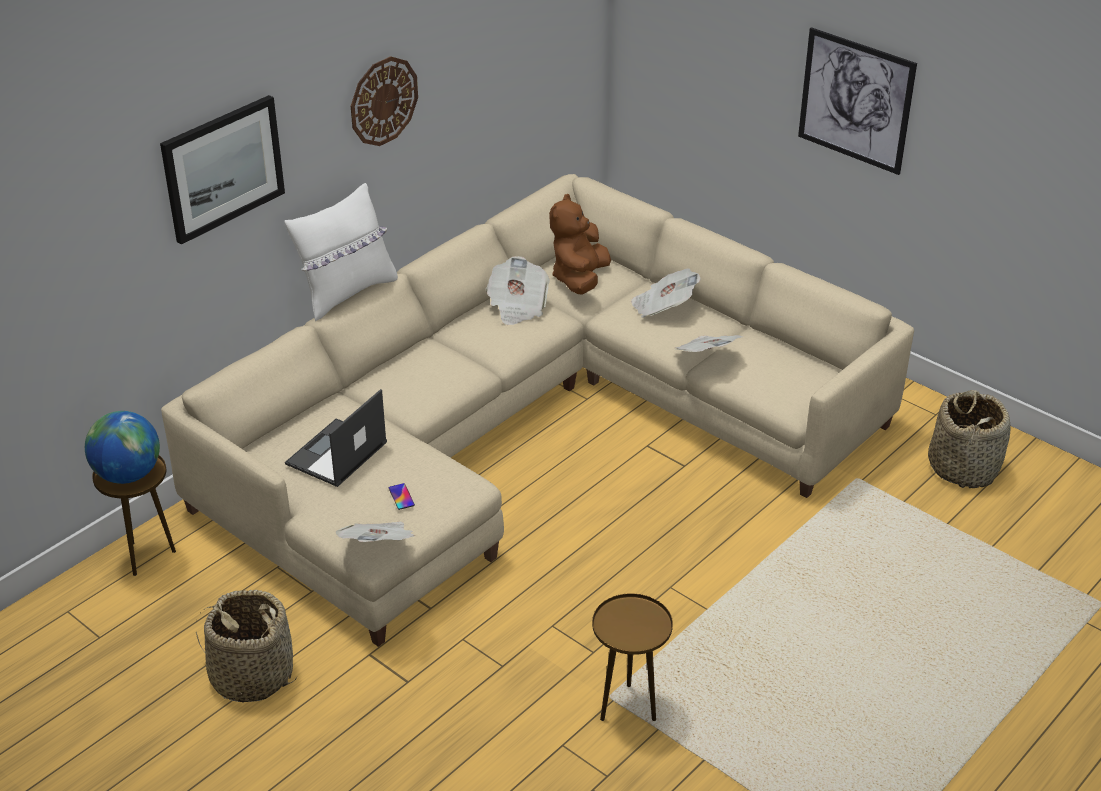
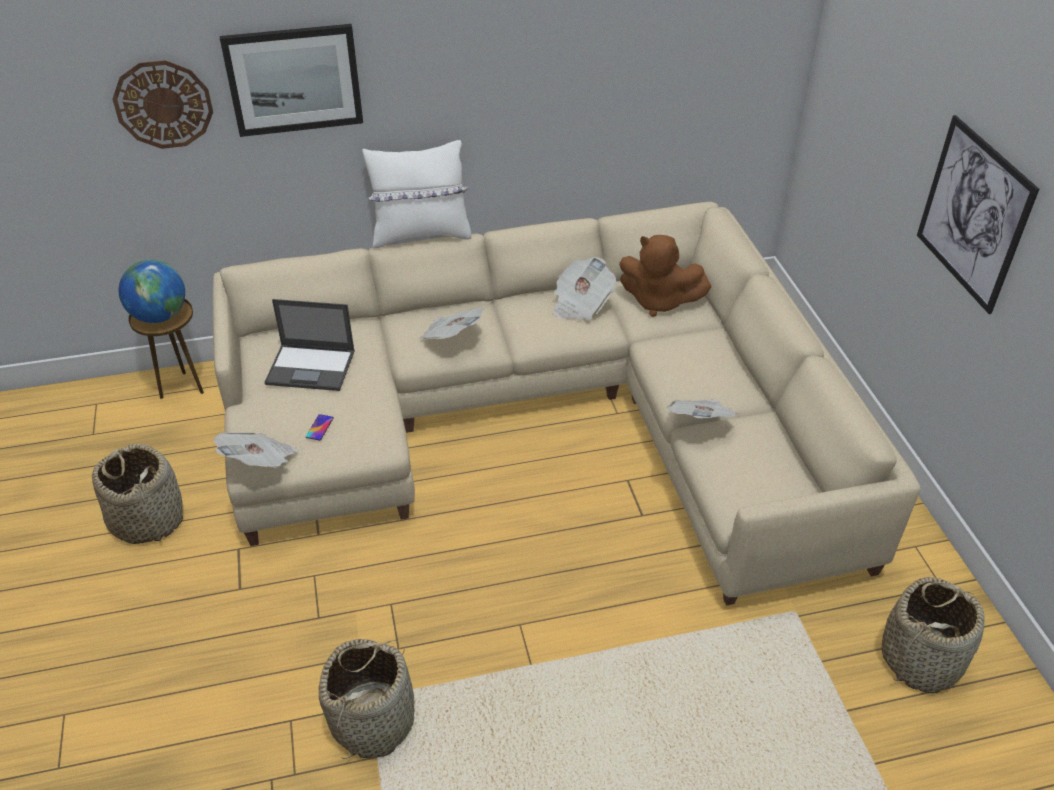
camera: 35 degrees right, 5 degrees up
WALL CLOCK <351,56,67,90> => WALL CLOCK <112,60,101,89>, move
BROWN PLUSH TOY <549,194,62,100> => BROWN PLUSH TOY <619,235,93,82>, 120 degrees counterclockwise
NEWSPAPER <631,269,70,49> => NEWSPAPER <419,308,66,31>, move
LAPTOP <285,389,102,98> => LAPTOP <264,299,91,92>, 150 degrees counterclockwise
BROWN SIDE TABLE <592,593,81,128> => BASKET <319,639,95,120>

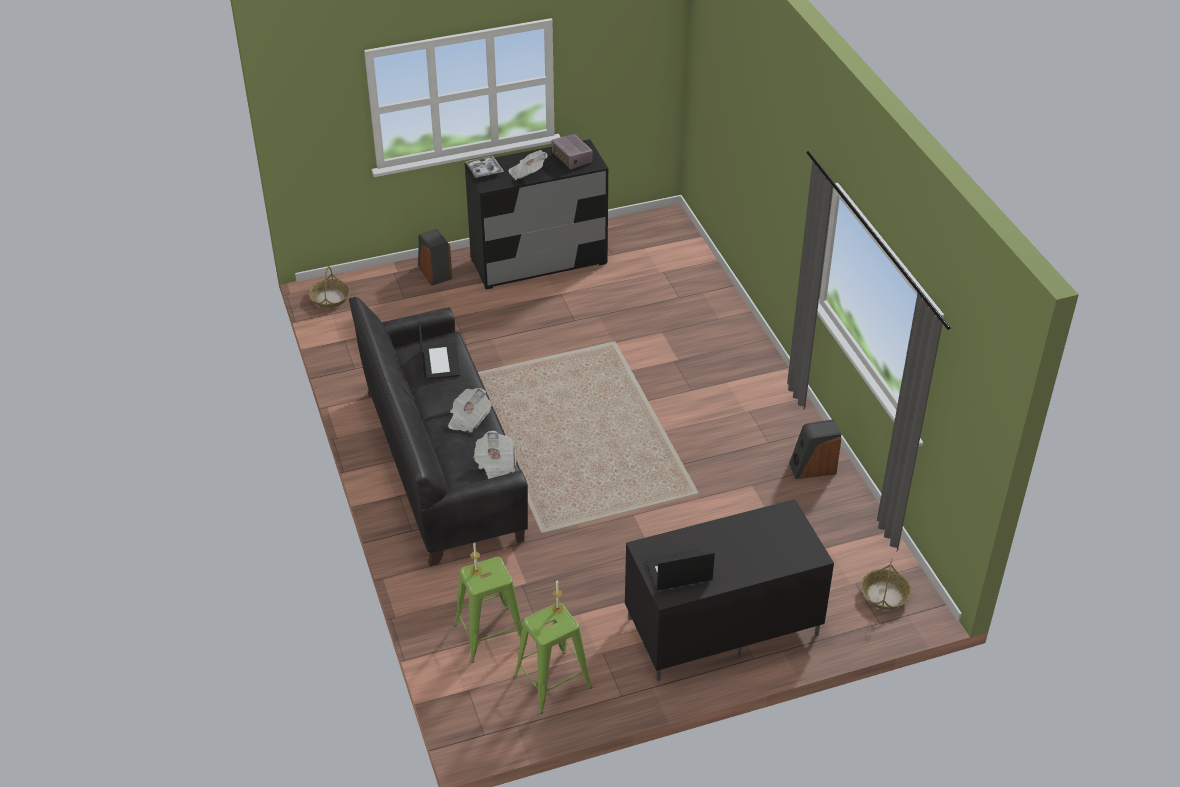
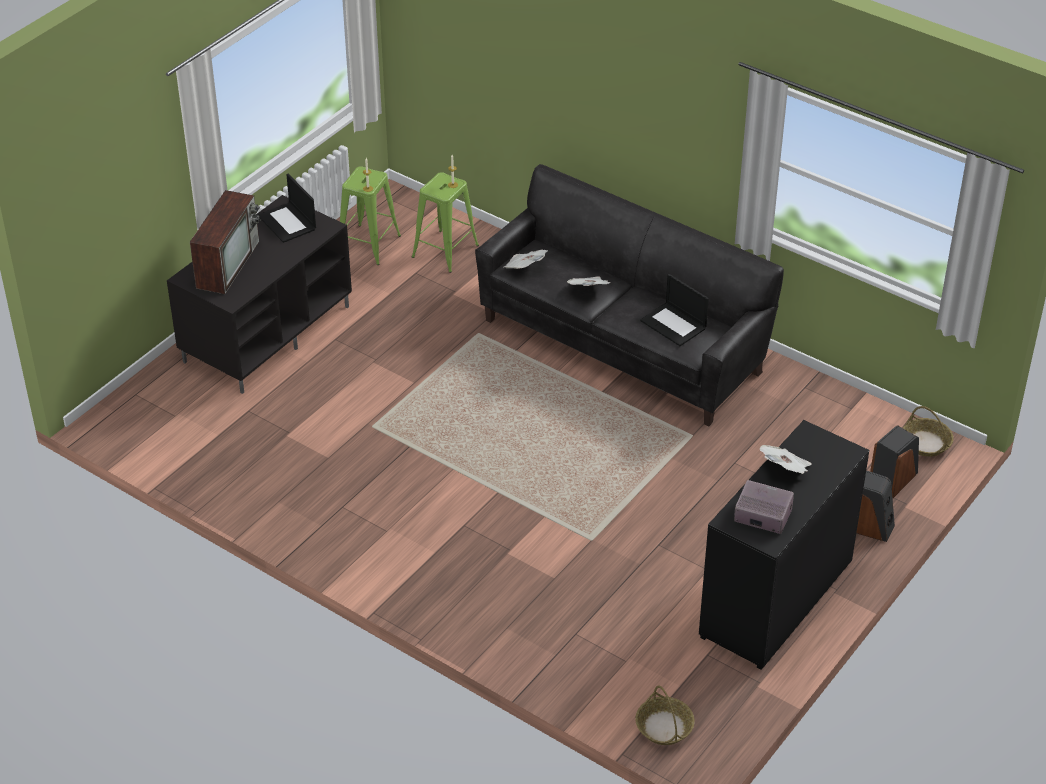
camera: 145 degrees right, 0 degrees up
TRAY <465,156,39,22> => nothing
SPEAKER <789,419,52,60> => SPEAKER <870,425,49,73>, move
LAPTOP <646,549,69,41> => LAPTOP <258,174,58,69>, 105 degrees clockwise
BASKET <861,559,51,51> => BASKET <635,685,60,60>, move
nothing => TELEVISION <190,190,71,104>

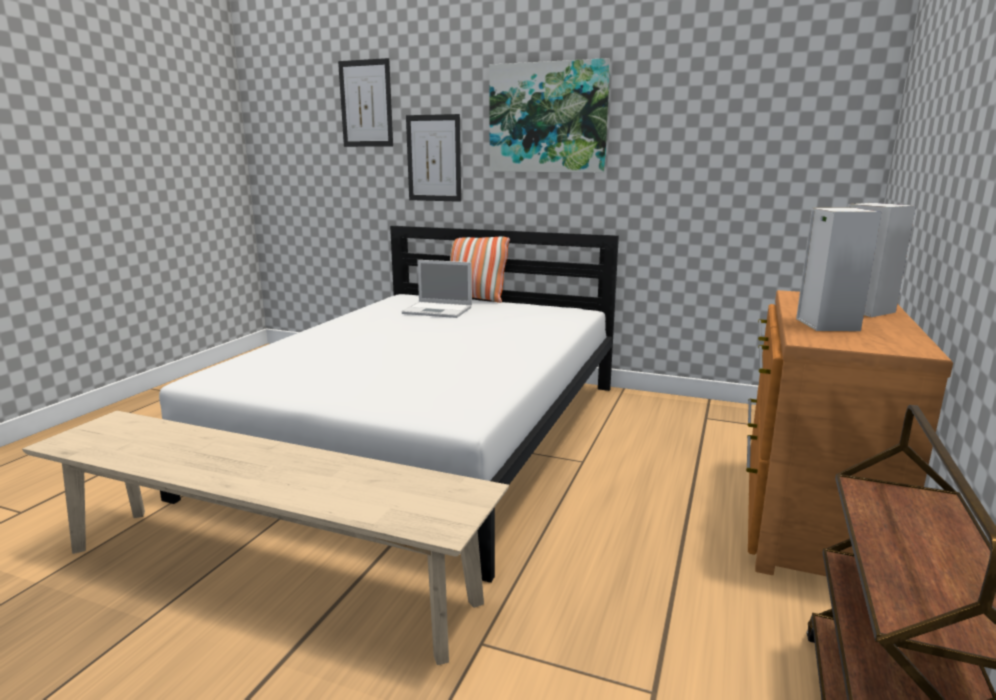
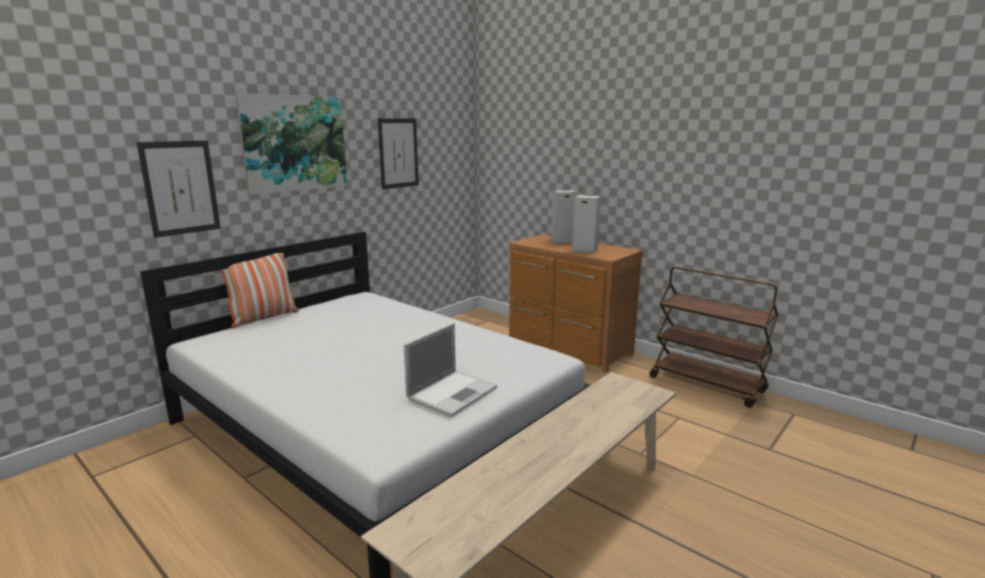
camera: 70 degrees left, 0 degrees up
PICTURE <338,58,55,89> => PICTURE <378,118,41,71>, move
LAPTOP <402,260,70,58> => LAPTOP <404,323,93,94>, move

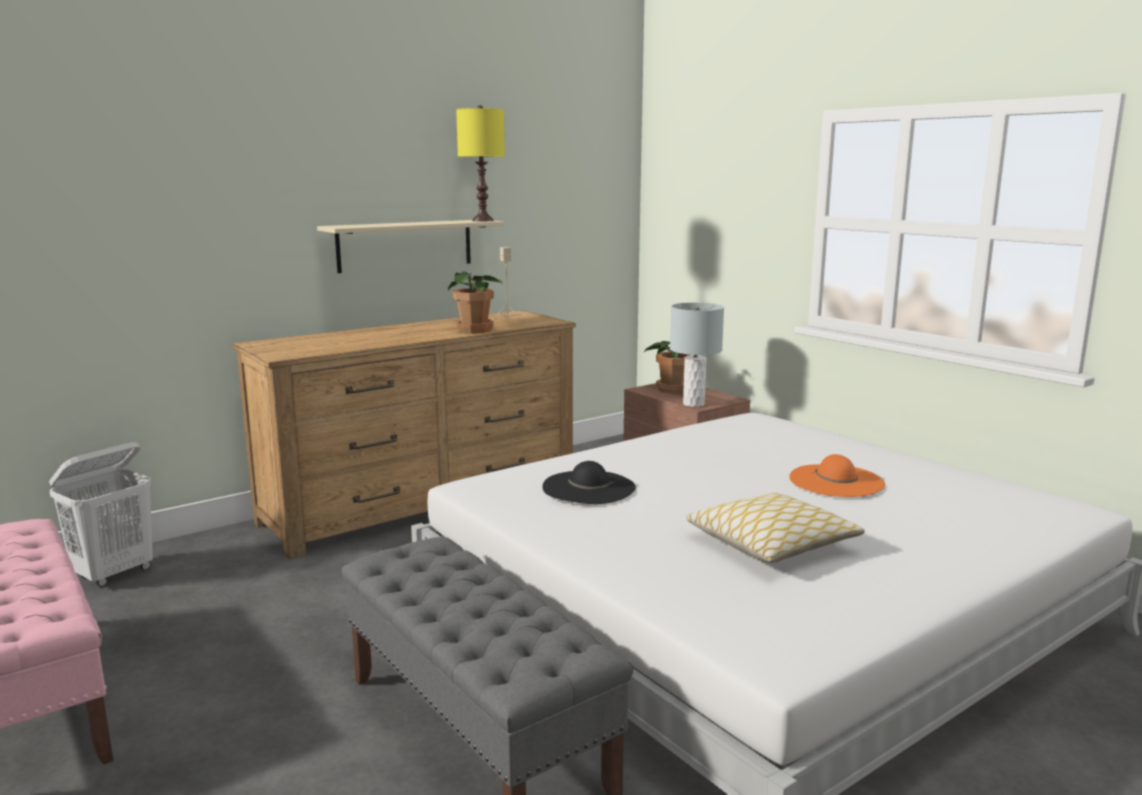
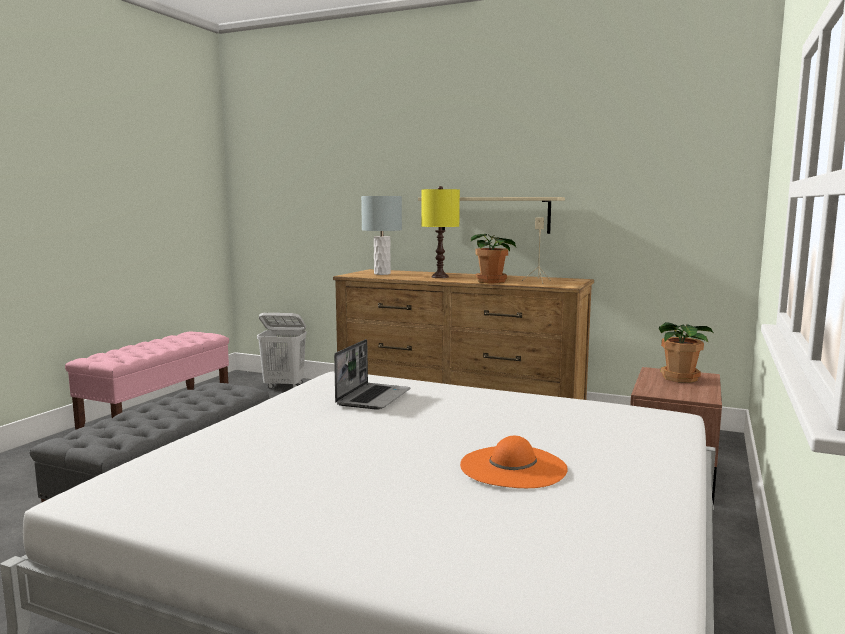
camera: 60 degrees right, 5 degrees down
YELLOW TABLE LAMP <456,105,49,116> => YELLOW TABLE LAMP <421,186,39,92>, move
GREY TABLE LAMP <670,302,54,105> => GREY TABLE LAMP <361,196,41,79>, move
BLACK HAT <542,461,94,43> => LAPTOP <334,339,76,71>
PILLOW <687,492,178,71> => nothing

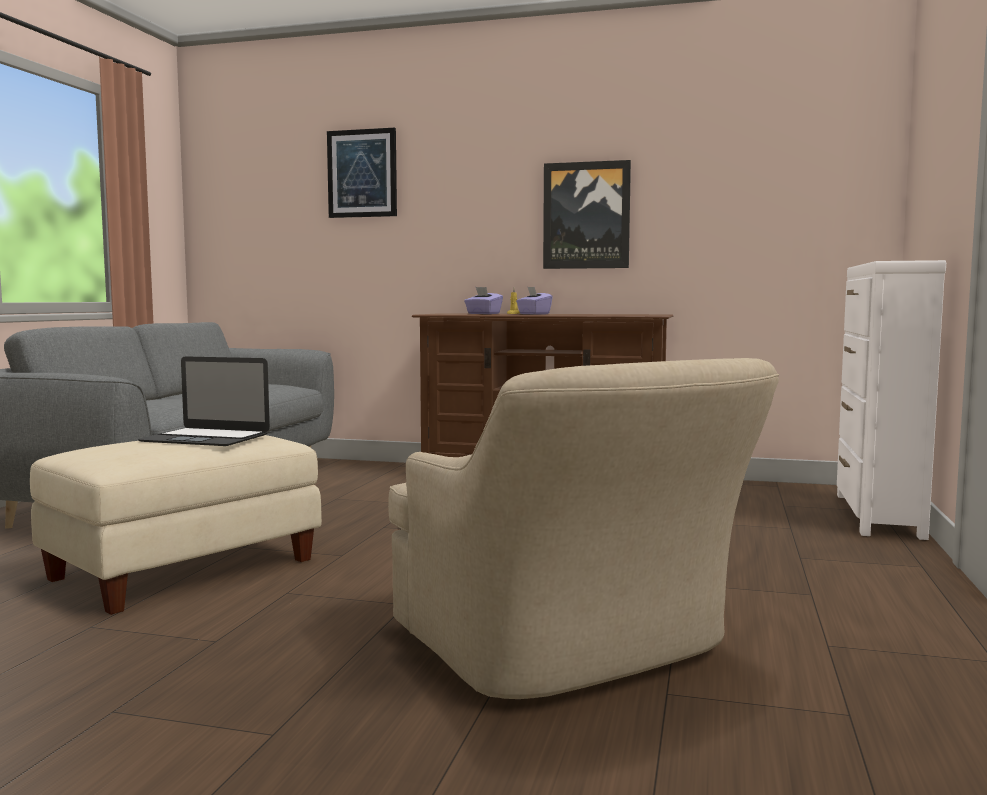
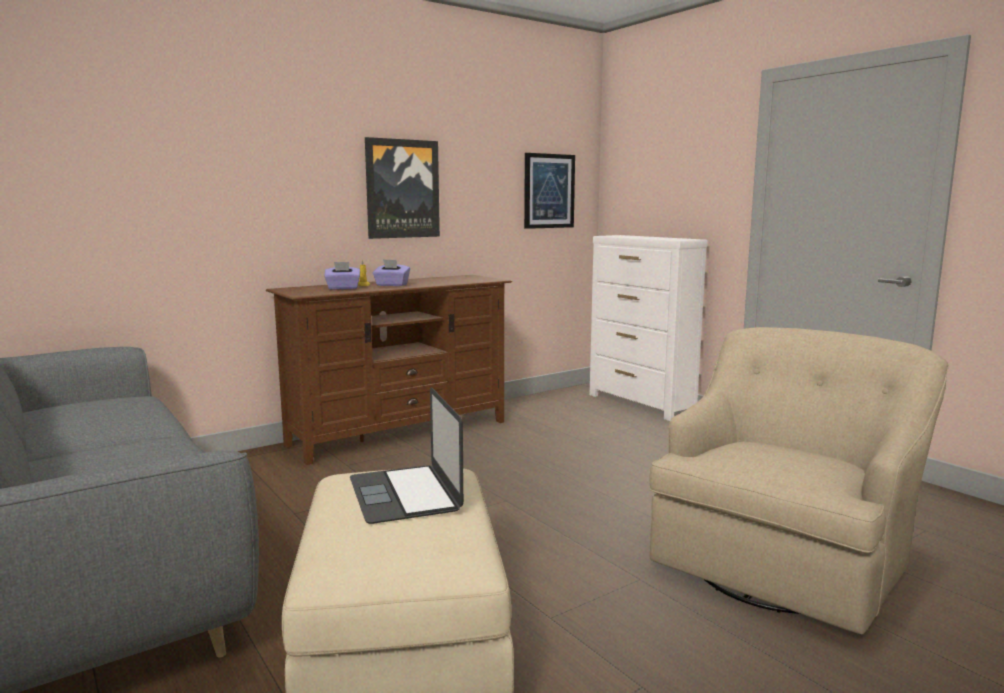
camera: 50 degrees left, 5 degrees up
PICTURE <327,128,70,90> => PICTURE <524,153,51,76>, move
LAPTOP <138,356,132,90> => LAPTOP <350,387,114,137>, 105 degrees clockwise
BEIGE ARMCHAIR <388,358,391,341> => BEIGE ARMCHAIR <649,327,300,308>, 60 degrees counterclockwise

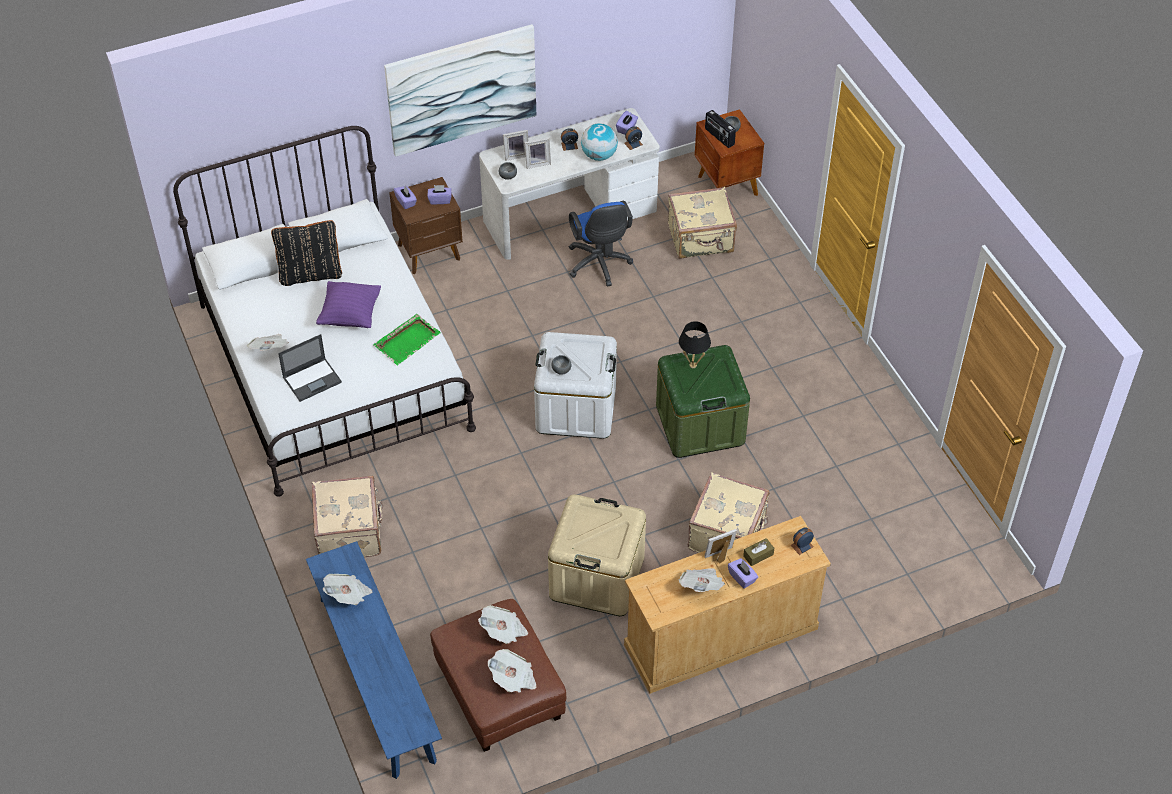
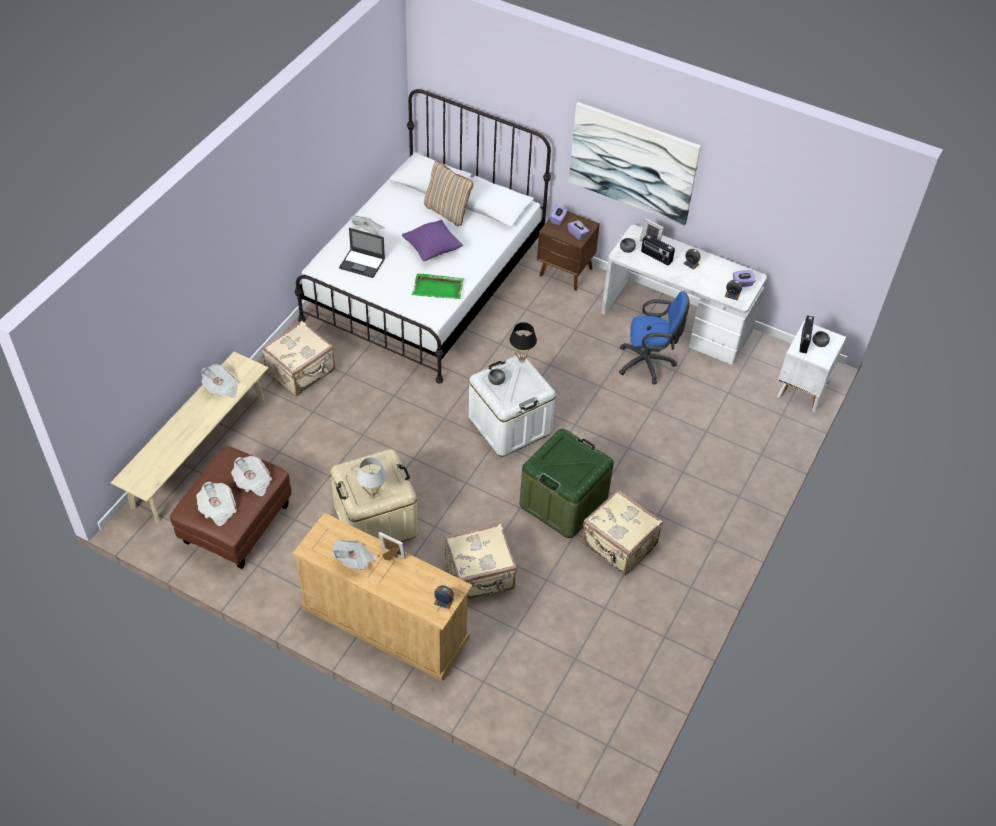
camera: 50 degrees right, 0 degrees up
BROWN NIGHTSTAND <695,109,69,87> => WHITE NIGHTSTAND <777,321,69,91>
GLOBE <581,123,37,38> => nothing
PICTURE FRAME <525,138,26,31> => RADIO <641,234,34,31>
BEIGE SUITCASE <668,187,69,72> => BEIGE SUITCASE <582,489,81,86>, move
BLUE OFFICE CHAIR <569,201,64,86> => BLUE OFFICE CHAIR <619,291,71,93>, 120 degrees counterclockwise
BLACK PILLOW <271,220,71,66> => BEIGE PILLOW <424,161,49,65>
BLACK TABLE LAMP <679,321,32,47> => BLACK TABLE LAMP <510,322,27,41>, move
BROWN TISSUE BOX <743,538,31,28> => nothing
BLUE BENCH <306,541,136,238> => BEIGE BENCH <111,352,157,171>
PURPLE TISSUE BOX <728,558,30,31> => nothing
nothing => WHITE TABLE LAMP <357,457,30,42>

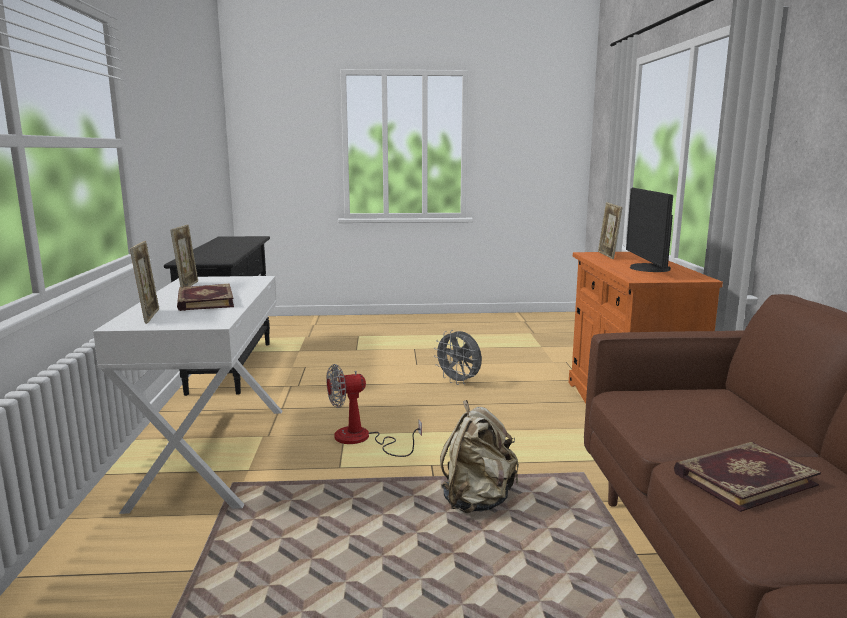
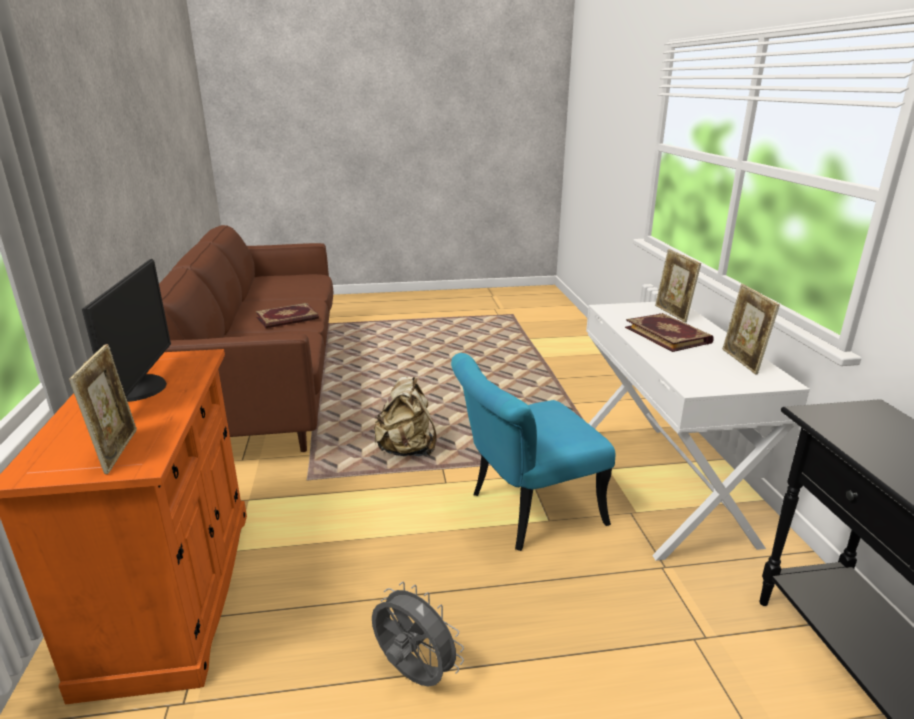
camera: 175 degrees right, 10 degrees up
FAN <326,364,96,93> => TURQUOISE CHAIR <451,353,164,198>

